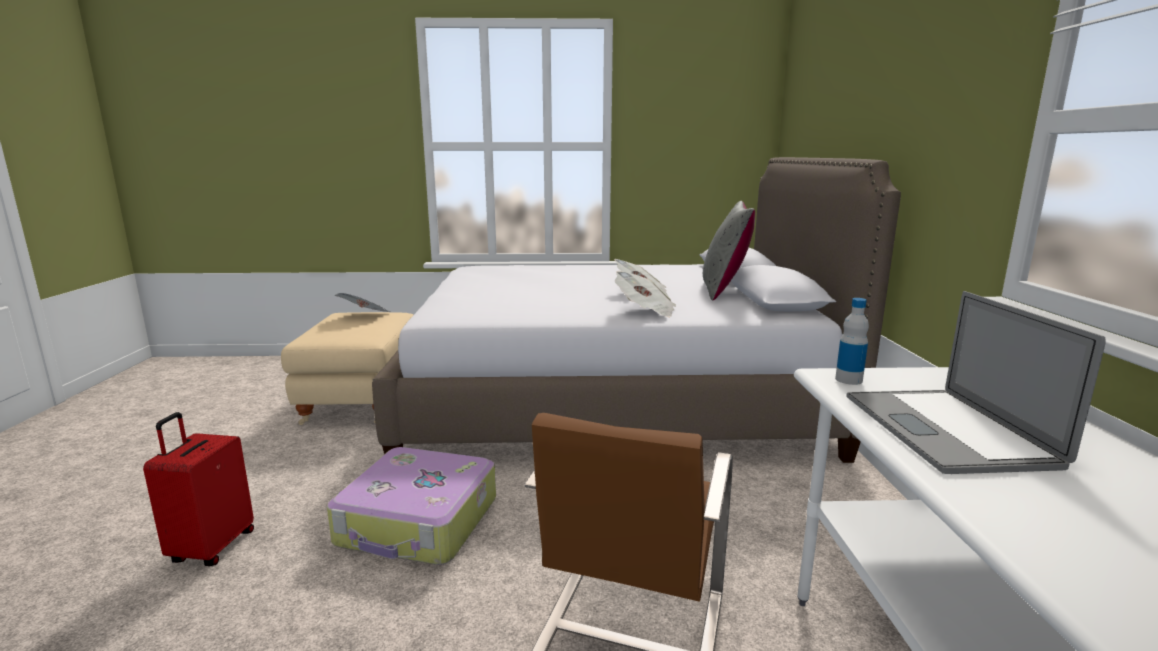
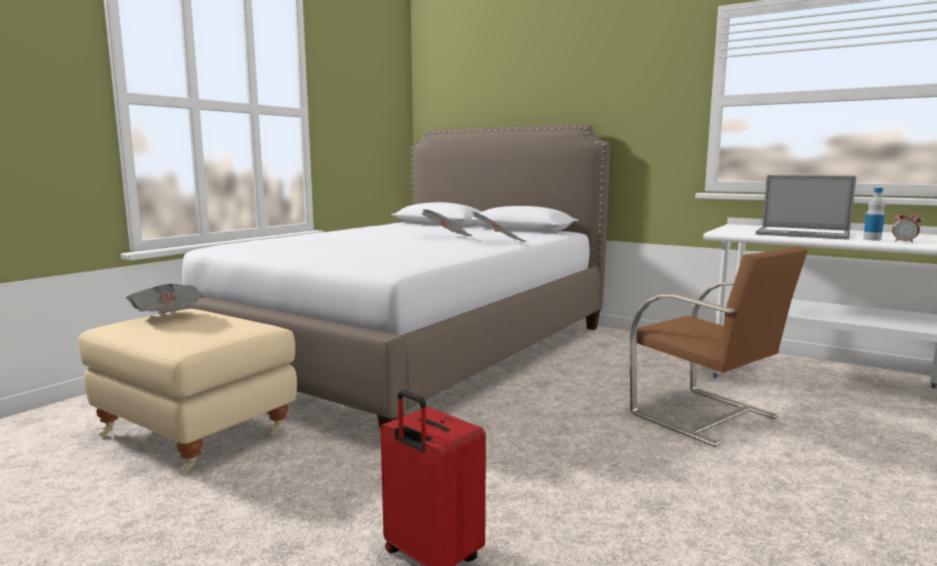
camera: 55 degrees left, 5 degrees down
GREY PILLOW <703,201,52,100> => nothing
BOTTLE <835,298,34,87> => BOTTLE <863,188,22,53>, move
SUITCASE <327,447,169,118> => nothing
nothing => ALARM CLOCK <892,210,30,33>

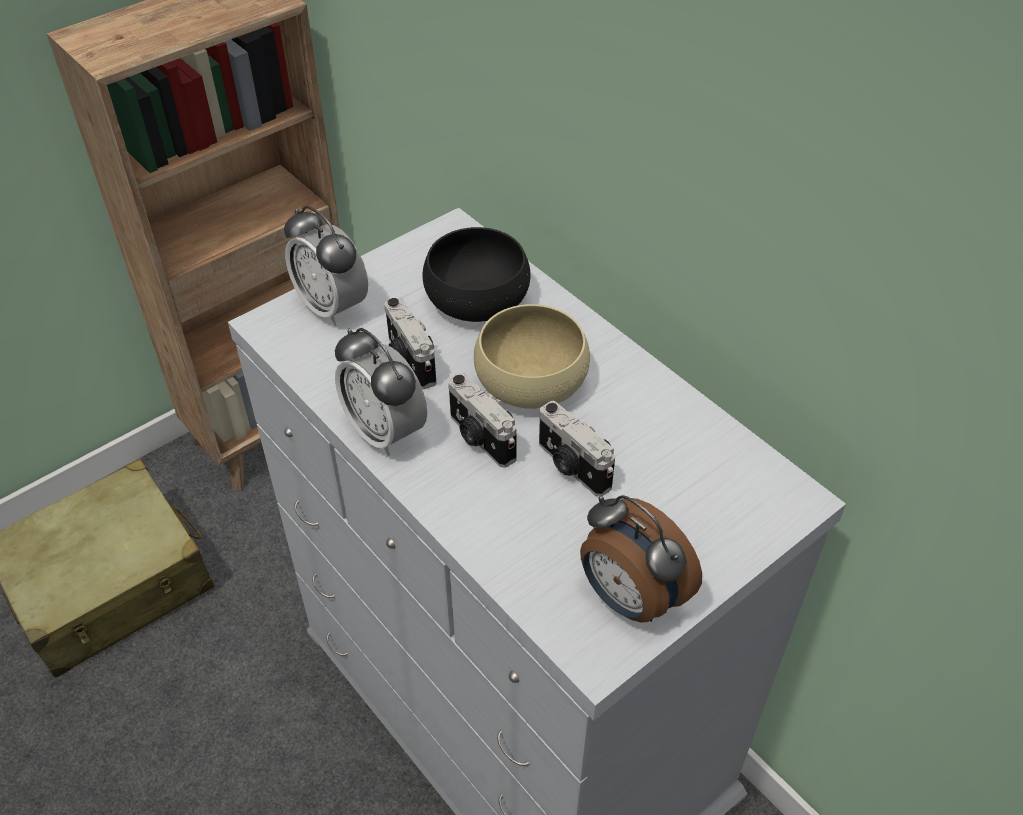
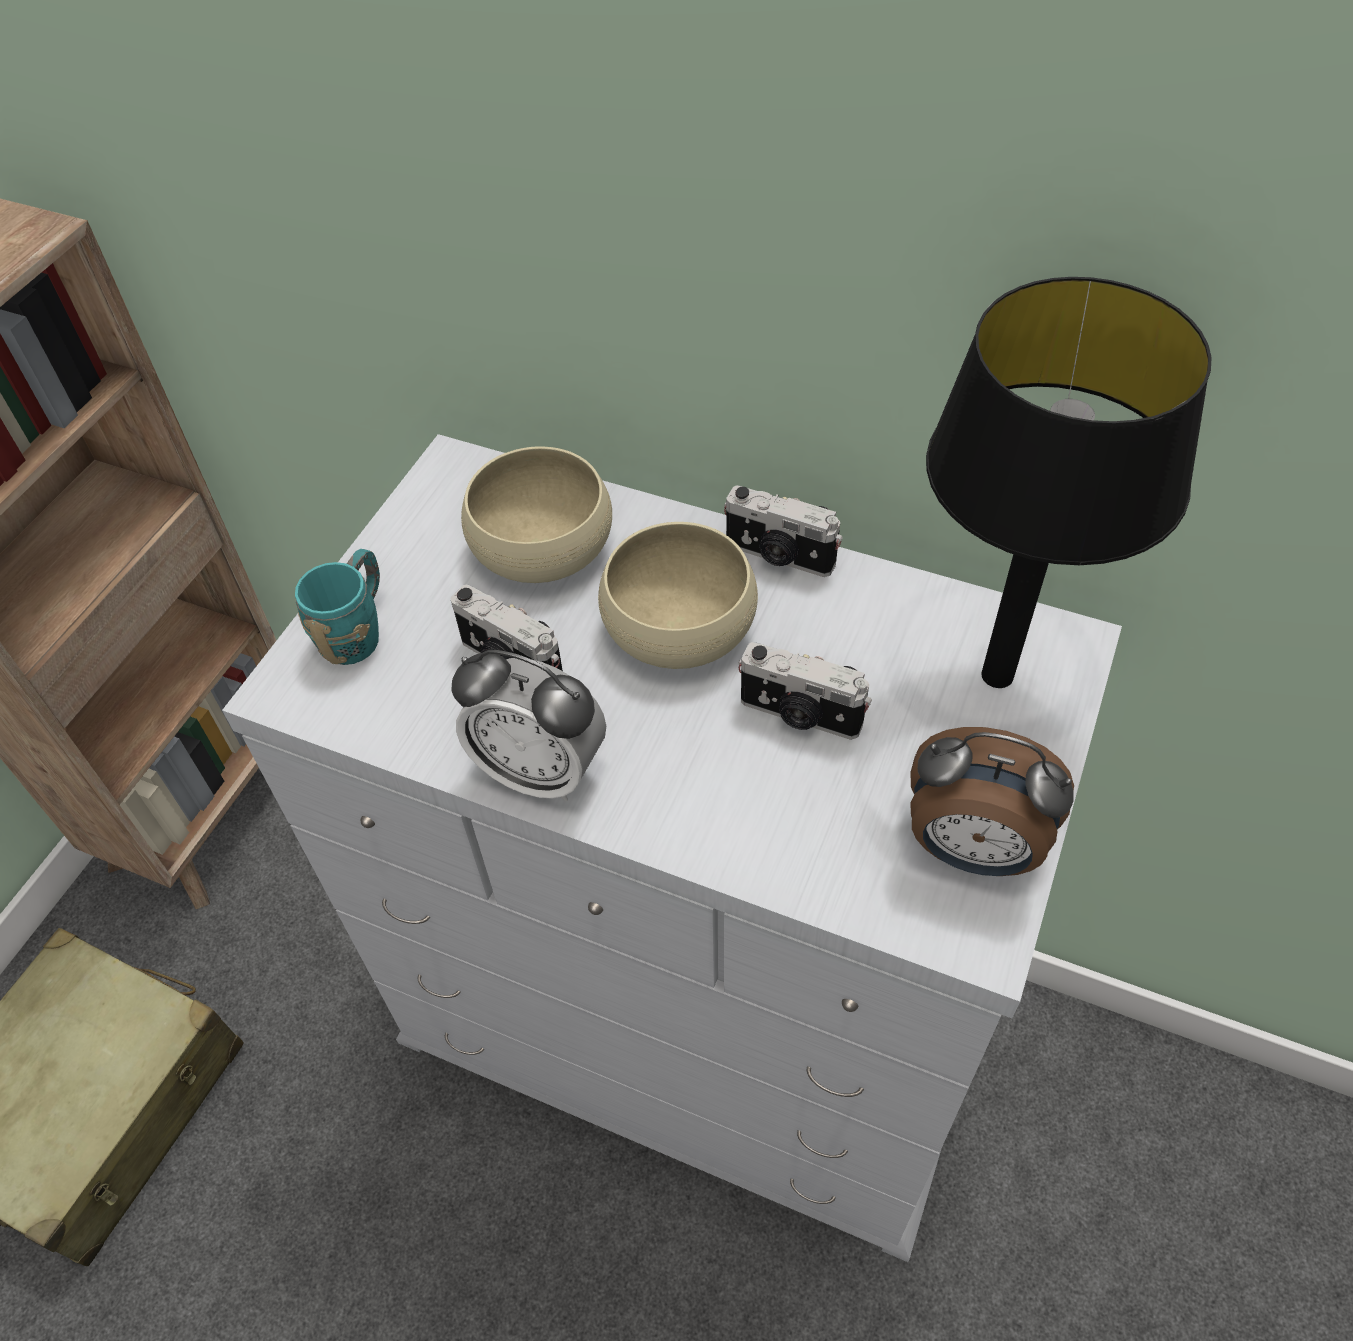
camera: 25 degrees left, 5 degrees up
ALARM CLOCK <284,206,84,120> => TURQUOISE MUG <295,549,85,116>
BLACK BOWL <423,227,108,95> => BEIGE BOWL <461,446,151,137>
PHOTO CAMERA <448,373,69,95> => PHOTO CAMERA <724,485,119,92>, move
nothing => BLACK TABLE LAMP <926,277,286,411>

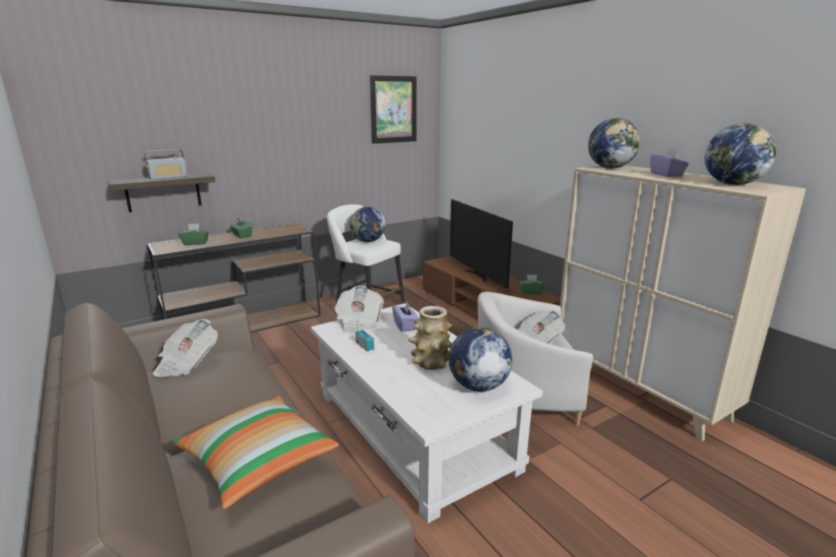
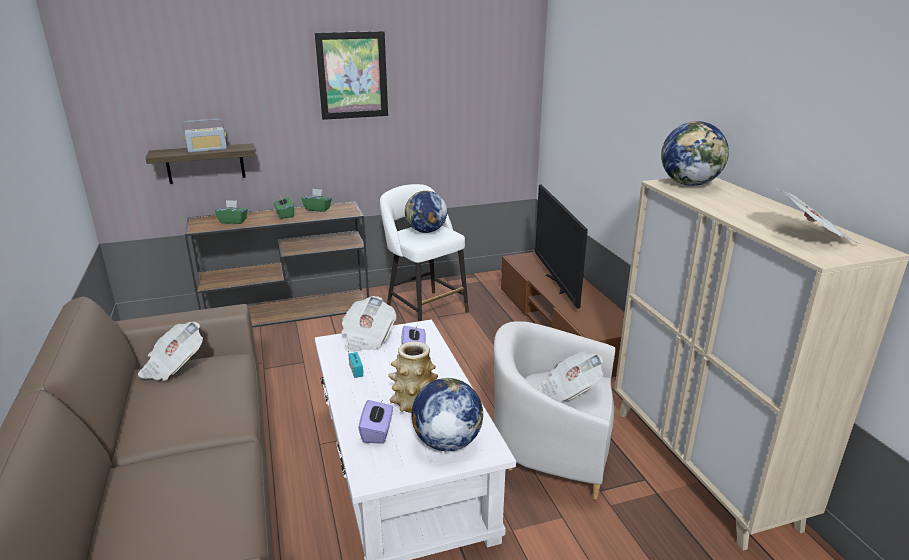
camera: 15 degrees right, 5 degrees up
PICTURE <370,75,47,69> => PICTURE <315,31,73,89>, move
GLOBE <705,123,71,62> => NEWSPAPER <775,188,86,56>
PURPLE TISSUE BOX <650,148,39,29> => PURPLE TISSUE BOX <358,400,35,44>, move
GREEN TISSUE BOX <519,275,26,20> => GREEN TISSUE BOX <301,188,31,24>, move
PILLOW <172,395,167,114> => nothing

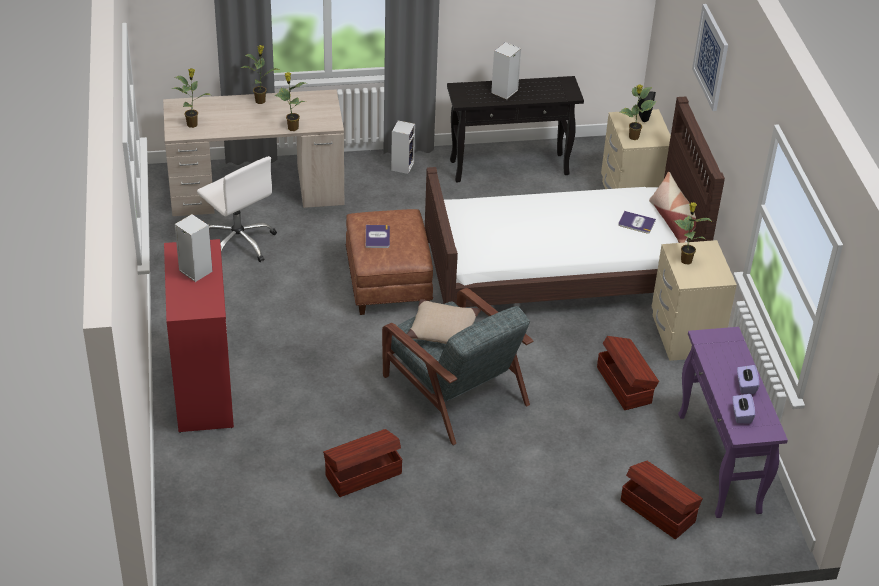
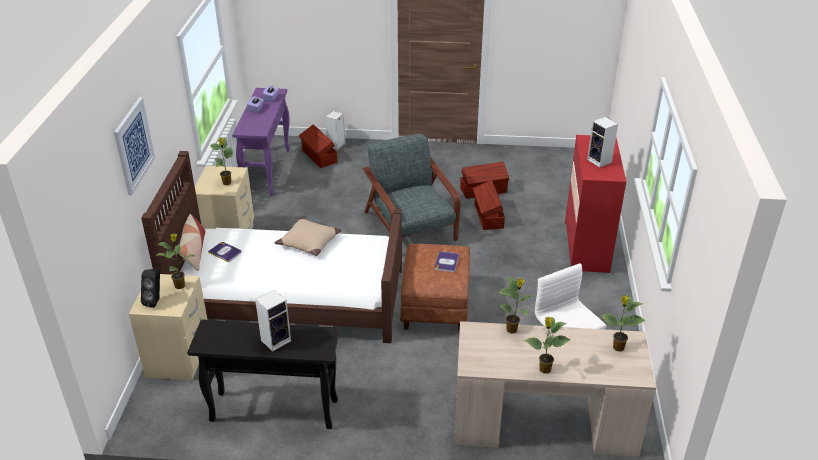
camera: 165 degrees left, 5 degrees down
SPEAKER <391,120,24,54> => SPEAKER <325,111,20,39>, move
BEIGE PILLOW <407,299,74,45> => BEIGE PILLOW <275,217,67,39>, move
BROWN STORAGE BOX <597,336,62,74> => BROWN STORAGE BOX <473,180,32,50>, move

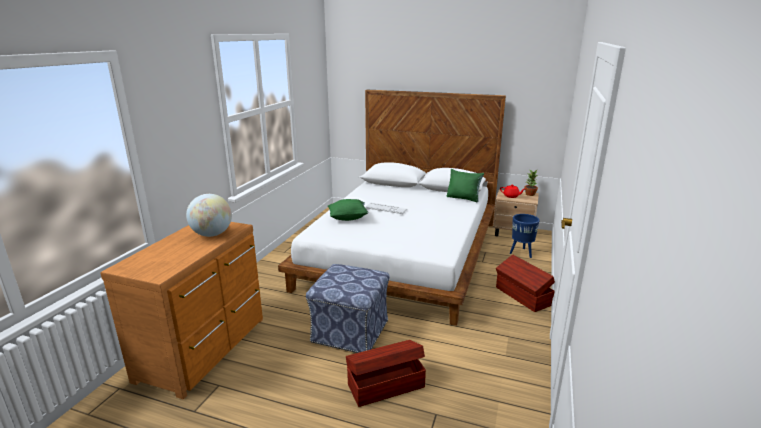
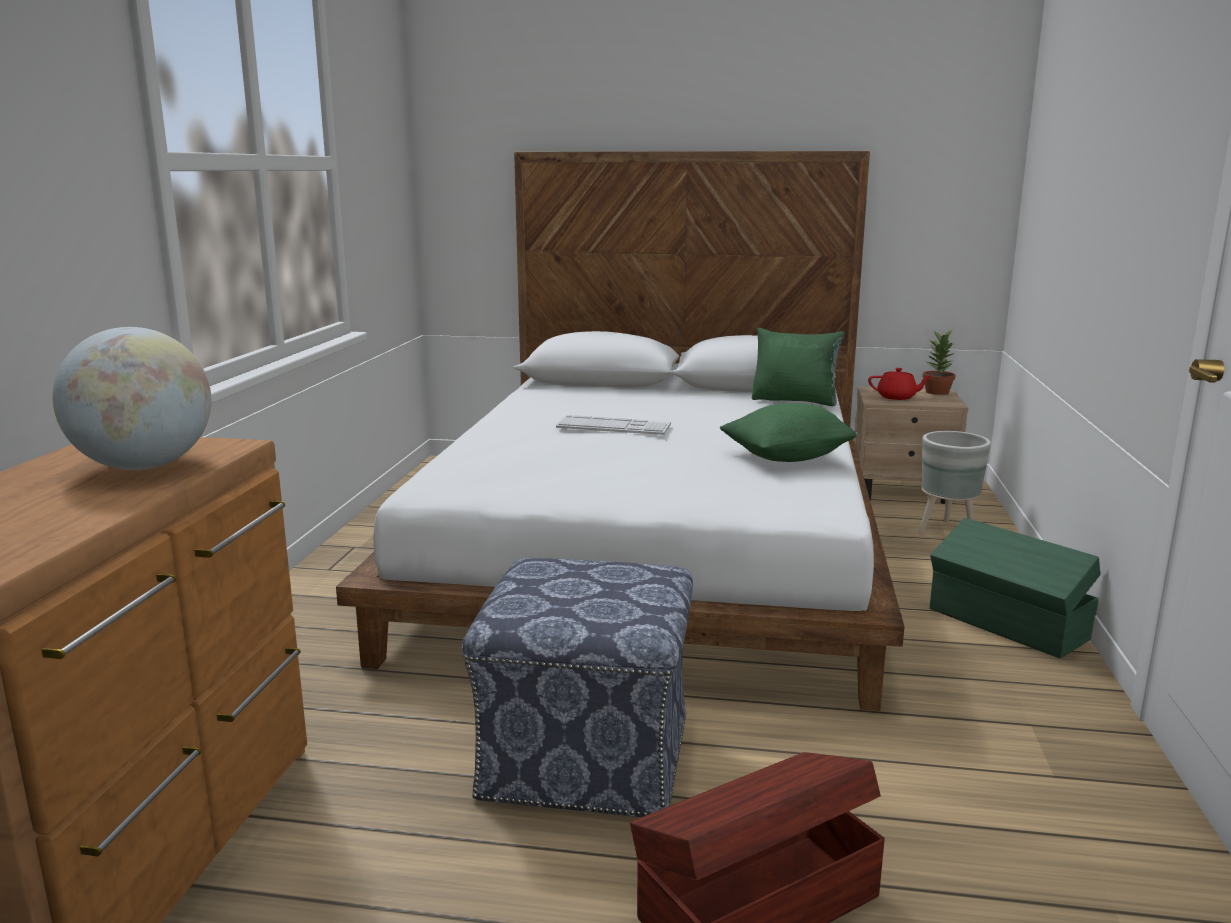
camera: 10 degrees left, 5 degrees down
GREEN PILLOW <328,199,41,22> => GREEN PILLOW <720,403,138,59>, move
BLUE PLANTER <510,214,30,44> => GREY PLANTER <919,431,72,103>
BROWN STORAGE BOX <496,255,59,57> => GREEN STORAGE BOX <930,518,171,140>

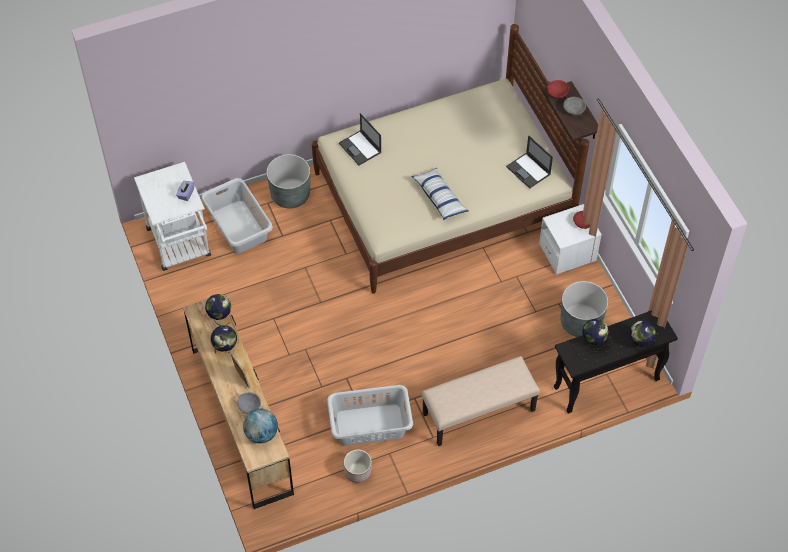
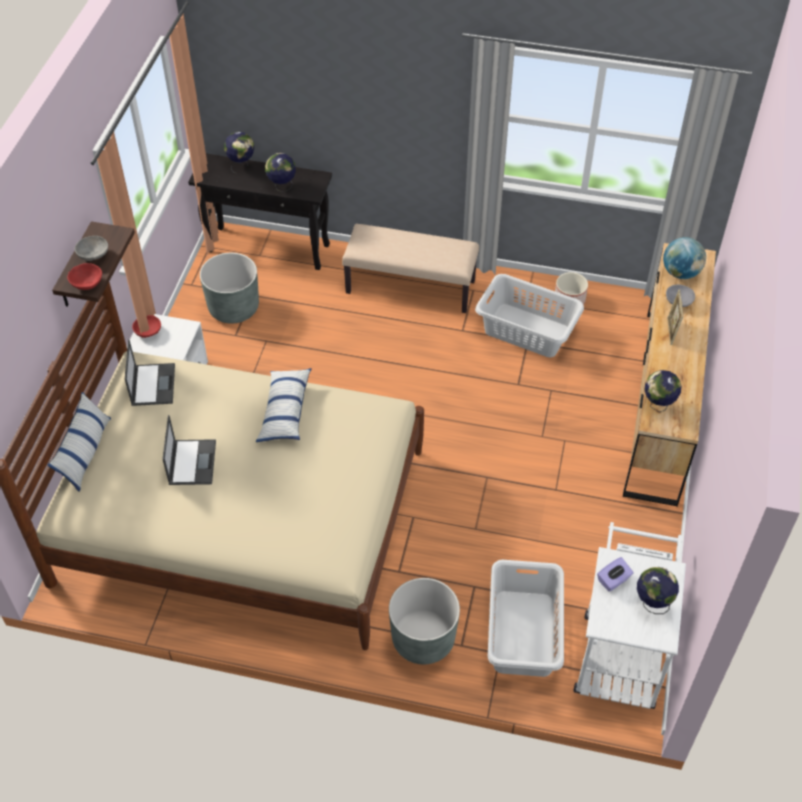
camera: 145 degrees left, 5 degrees down
LAPTOP <339,113,43,52> => LAPTOP <163,415,53,70>, move
GLOBE <211,325,26,28> => GLOBE <637,567,42,47>, move
nothing => PILLOW <48,392,63,100>

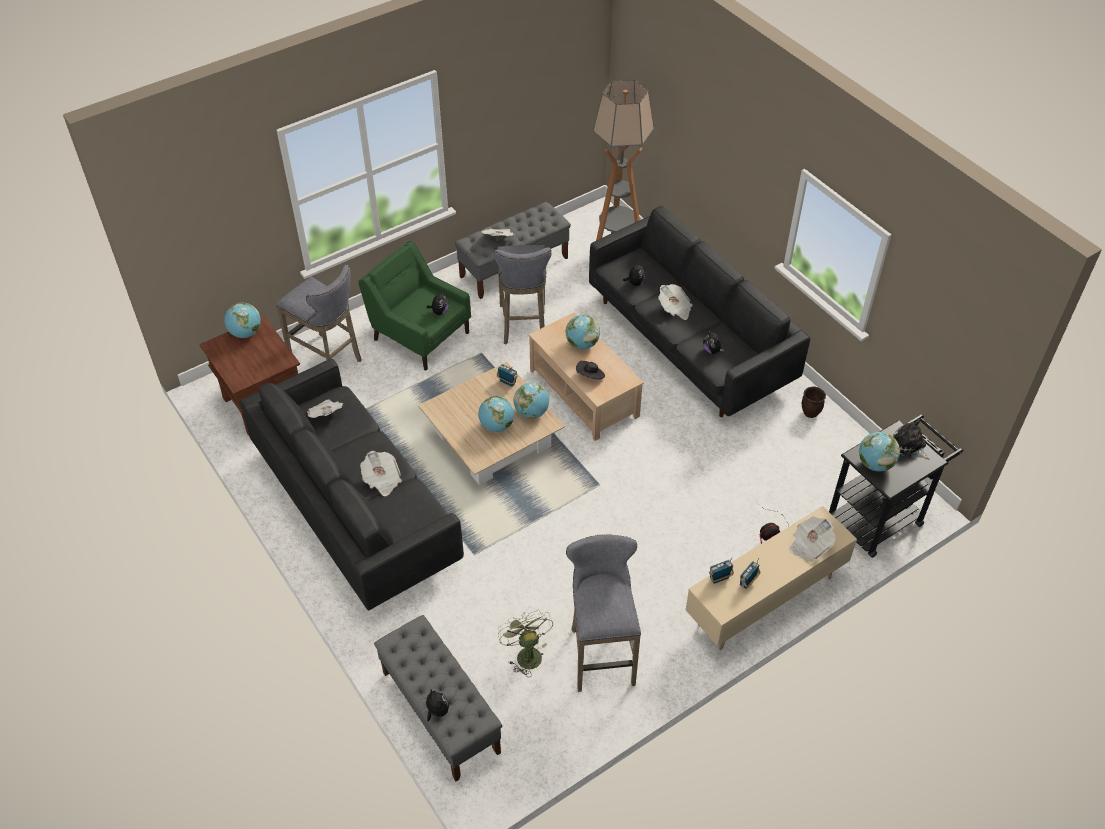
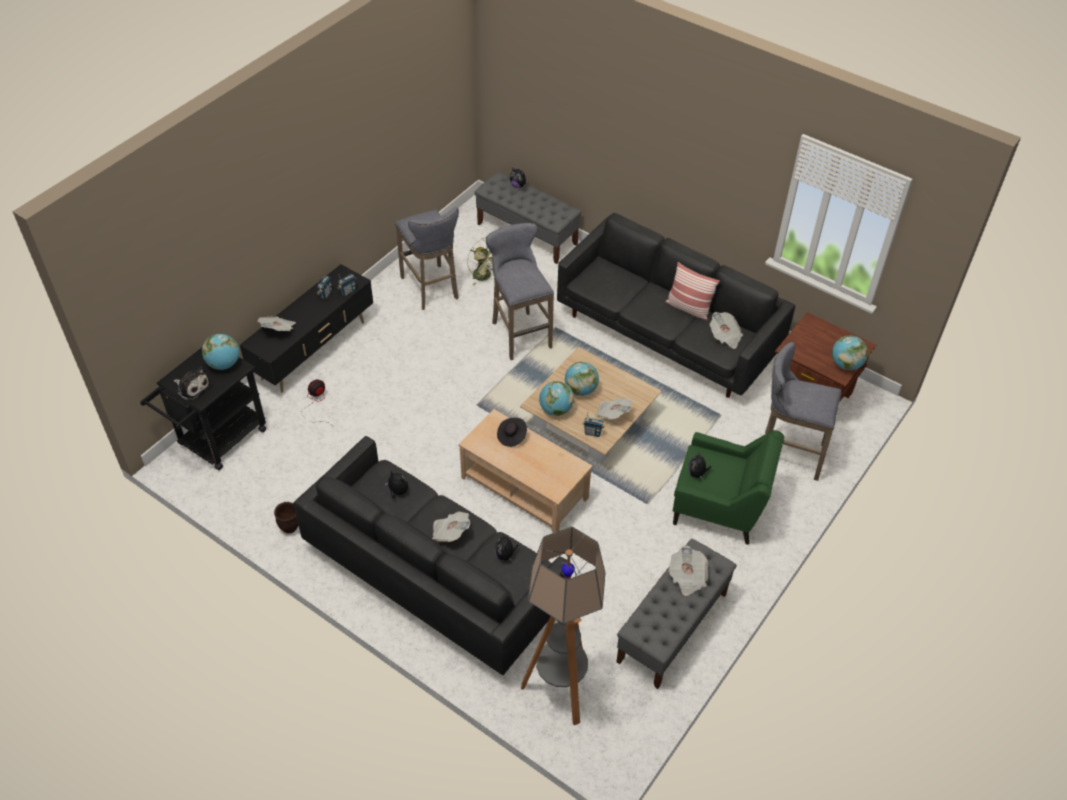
camera: 160 degrees right, 0 degrees up
GREY STOOL <494,245,58,99> => GREY STOOL <486,223,68,137>, move
GLOBE <566,315,34,34> => nothing
NEWSPAPER <360,451,42,45> => NEWSPAPER <595,398,37,21>, move
BEIGE TV STAND <686,506,171,144> => BLACK TV STAND <240,264,133,128>
nothing => PILLOW <665,262,55,59>

